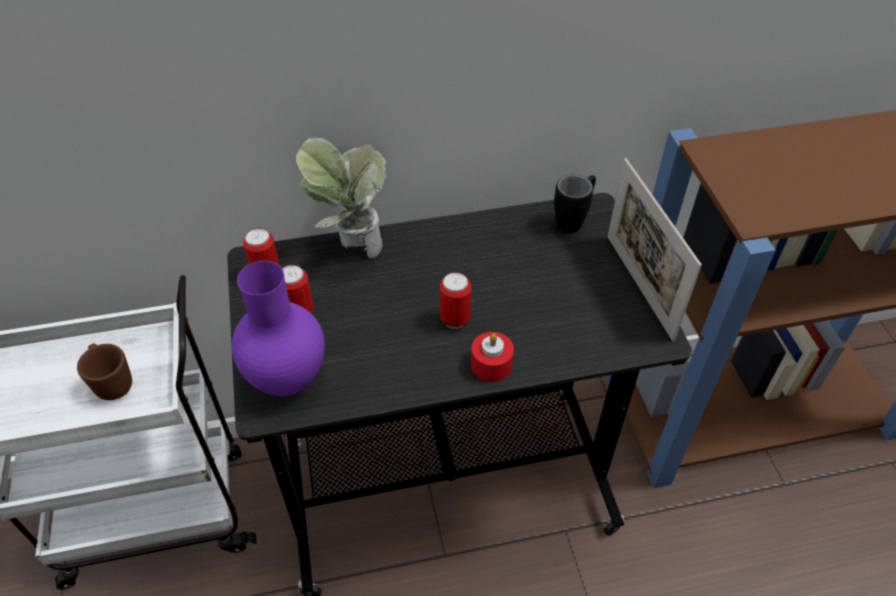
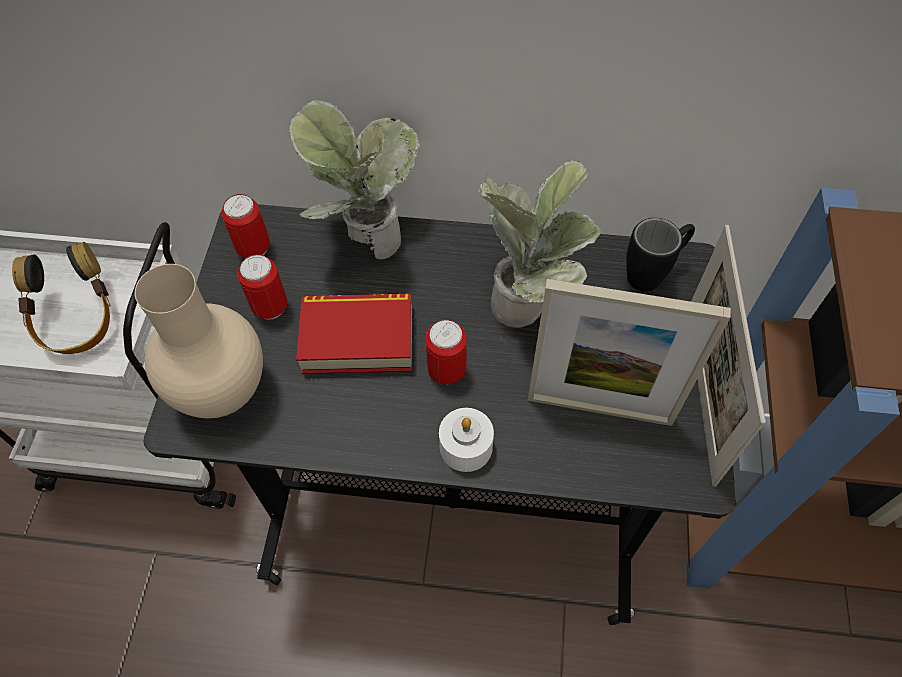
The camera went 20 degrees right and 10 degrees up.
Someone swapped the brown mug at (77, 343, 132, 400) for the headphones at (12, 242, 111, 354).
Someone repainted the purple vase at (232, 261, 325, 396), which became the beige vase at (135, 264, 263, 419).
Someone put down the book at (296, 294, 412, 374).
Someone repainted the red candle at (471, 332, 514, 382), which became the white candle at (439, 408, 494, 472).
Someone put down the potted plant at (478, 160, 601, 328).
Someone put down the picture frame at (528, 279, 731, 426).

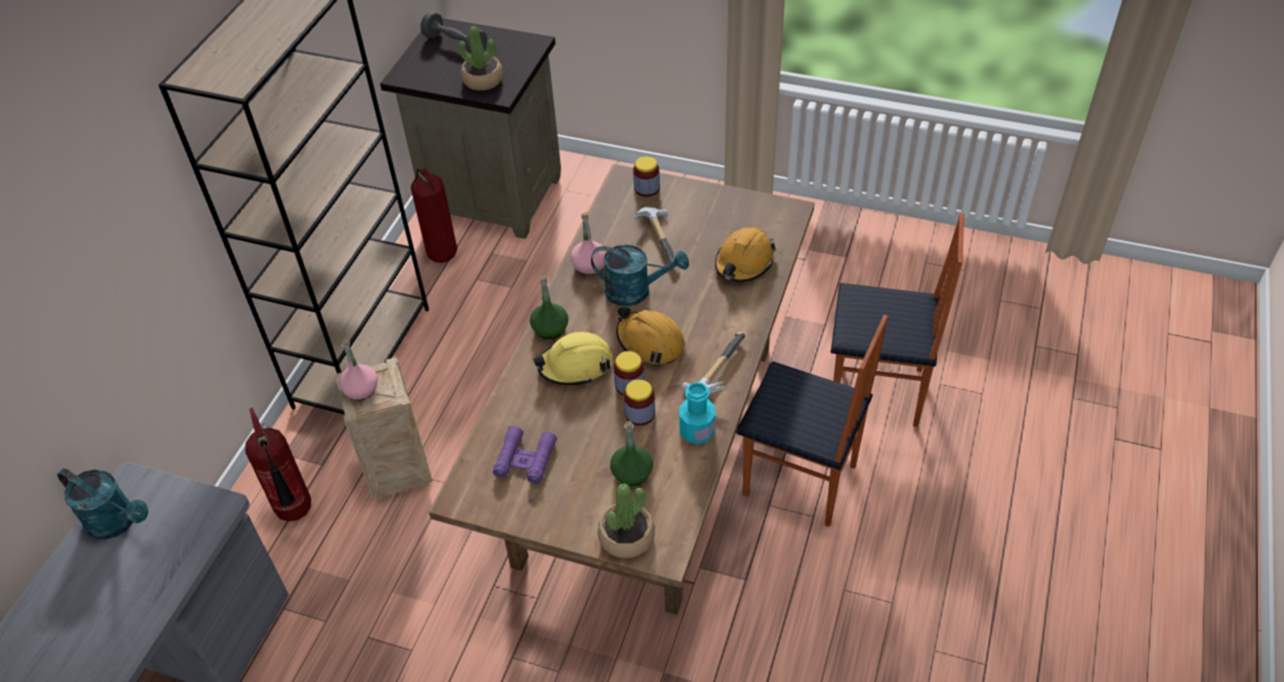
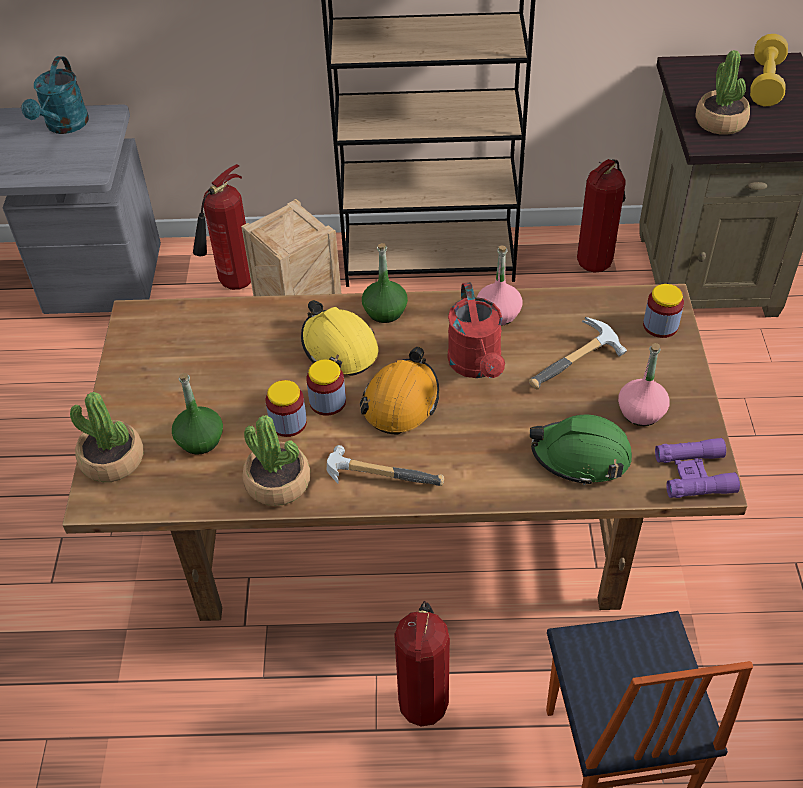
The camera went 70 degrees right and 0 degrees up.
Someone swapped the turquoise bottle at (679, 382, 716, 444) for the potted plant at (243, 415, 310, 506).
Someone swapped the chair at (736, 315, 888, 527) for the fire extinguisher at (394, 601, 450, 727).
Someone repainted the turquoise watering can at (591, 244, 689, 306), which became the red watering can at (448, 282, 505, 378).
Someone repainted the orange hard hat at (715, 227, 776, 282), which became the green hard hat at (530, 415, 632, 485).
Someone carried the pink bottle from (339, 339, 378, 401) to (618, 343, 670, 426).
Someone carried the purple binoculars from (493, 426, 557, 484) to (655, 438, 740, 498).
Someone repainted the grey dumbbell at (420, 11, 487, 54), which became the yellow dumbbell at (750, 34, 788, 106).

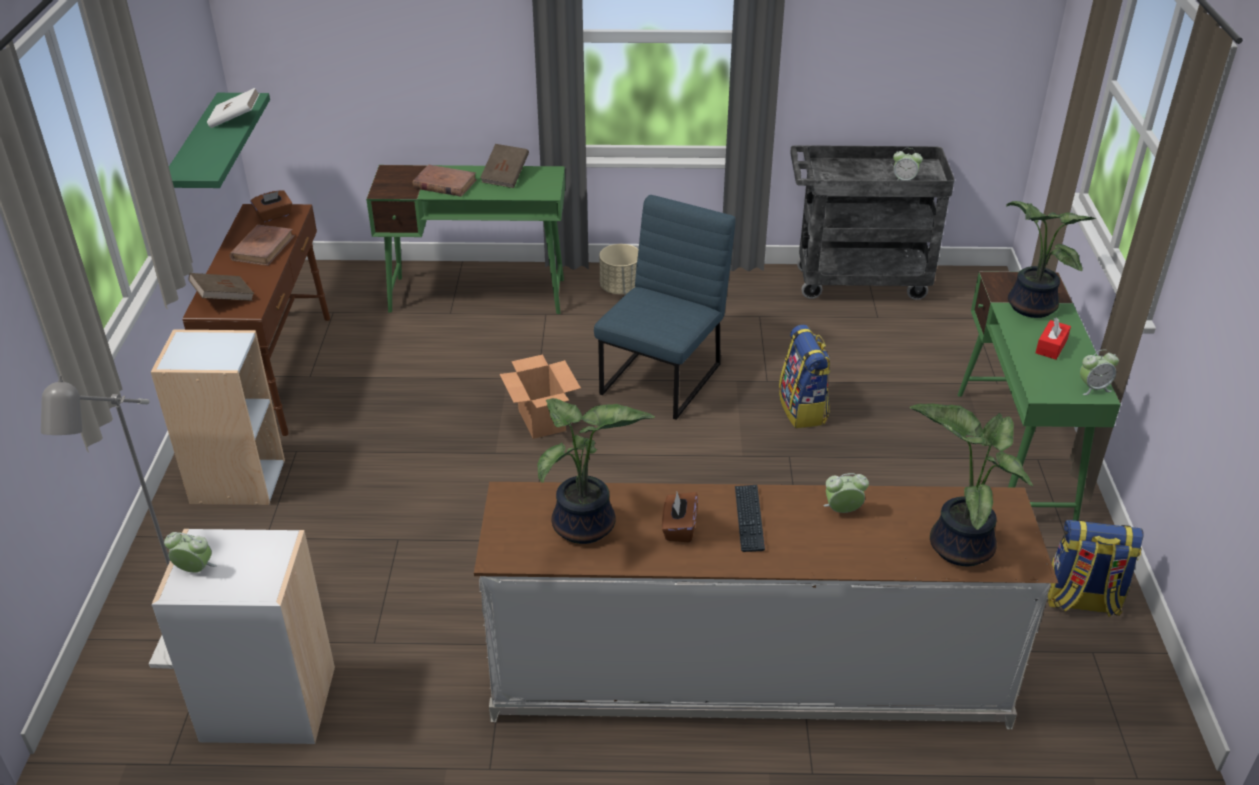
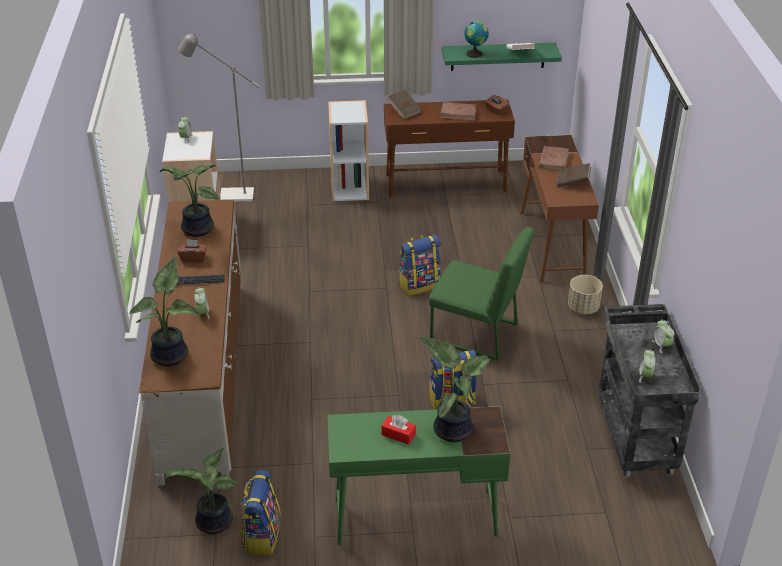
The camera went 85 degrees right and 0 degrees up.
Someone put down the potted plant at (165, 448, 238, 534).
Someone swapped the cardboard box at (499, 354, 581, 439) for the backpack at (399, 235, 441, 296).
Someone repainted the blue chair at (594, 195, 736, 420), which became the green chair at (429, 227, 534, 361).
Someone put down the globe at (464, 21, 489, 58).
Someone repainted the green desk at (366, 165, 565, 314), which became the brown desk at (521, 135, 599, 283).
Someone carried the alarm clock from (1080, 350, 1119, 395) to (652, 320, 675, 353).

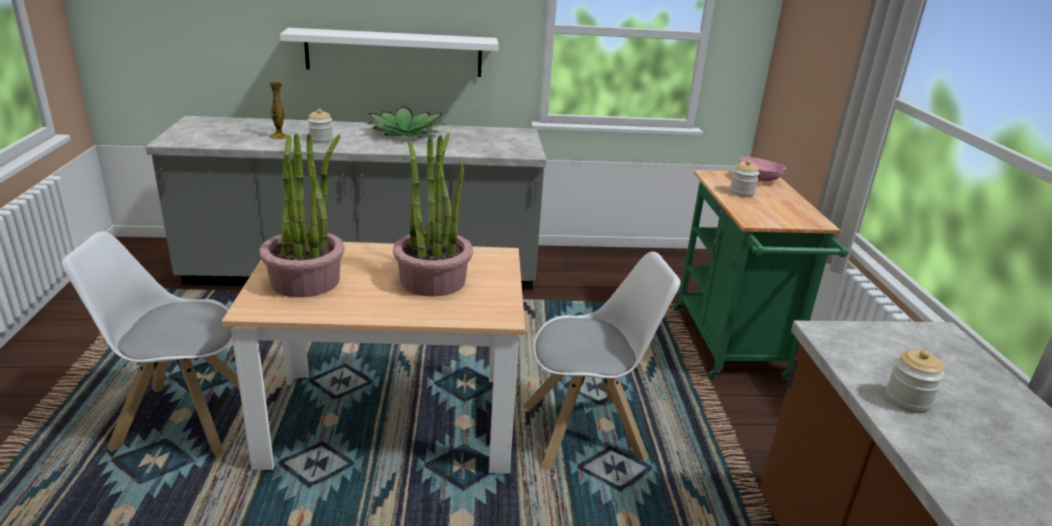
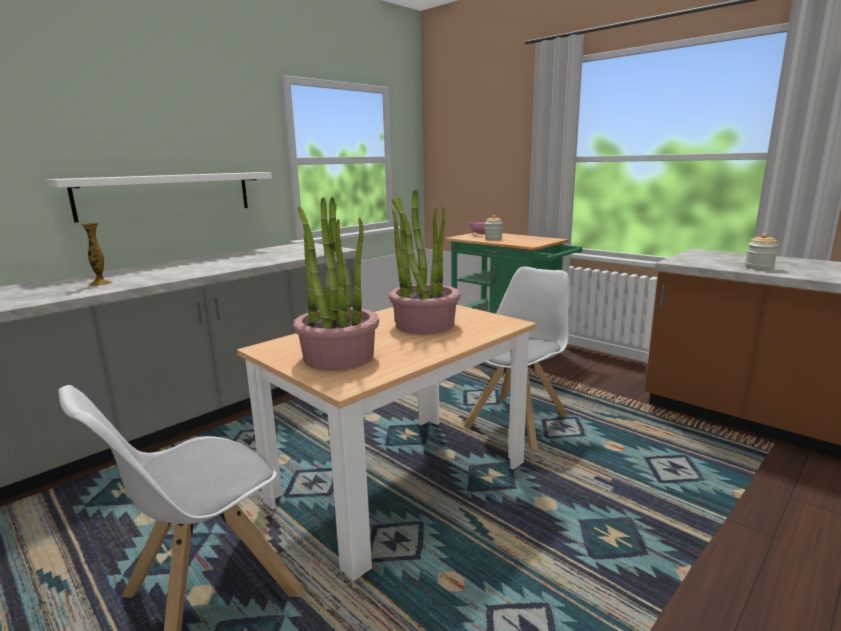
The camera went 40 degrees left and 10 degrees down.
Someone took away the jar at (308, 109, 333, 143).
Someone took away the potted plant at (367, 106, 445, 138).

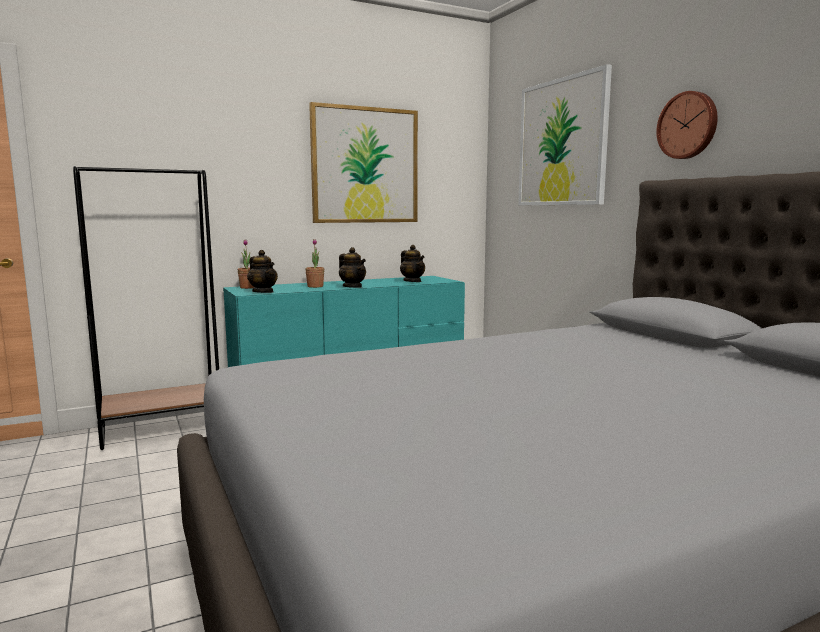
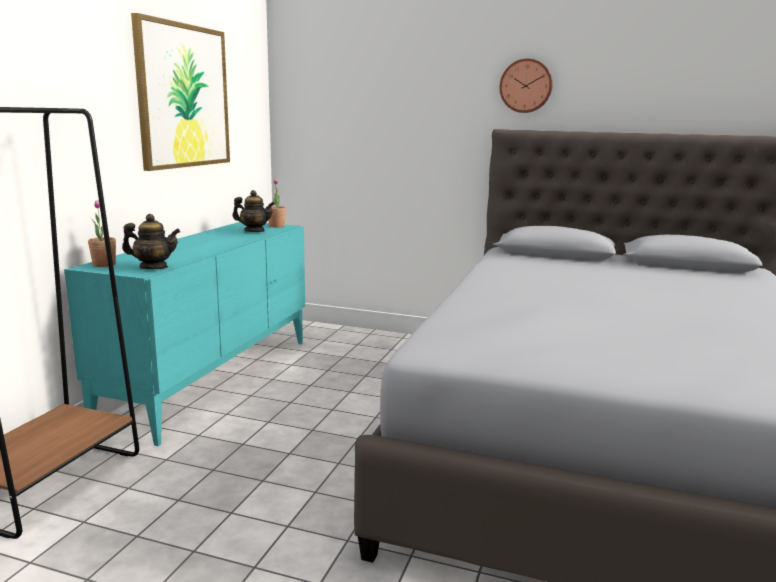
The camera went 45 degrees left and 5 degrees up.
Someone carried the potted plant from (305, 239, 324, 288) to (268, 179, 286, 227).
Someone took away the teapot at (339, 247, 366, 288).
Someone took away the picture at (518, 64, 612, 205).

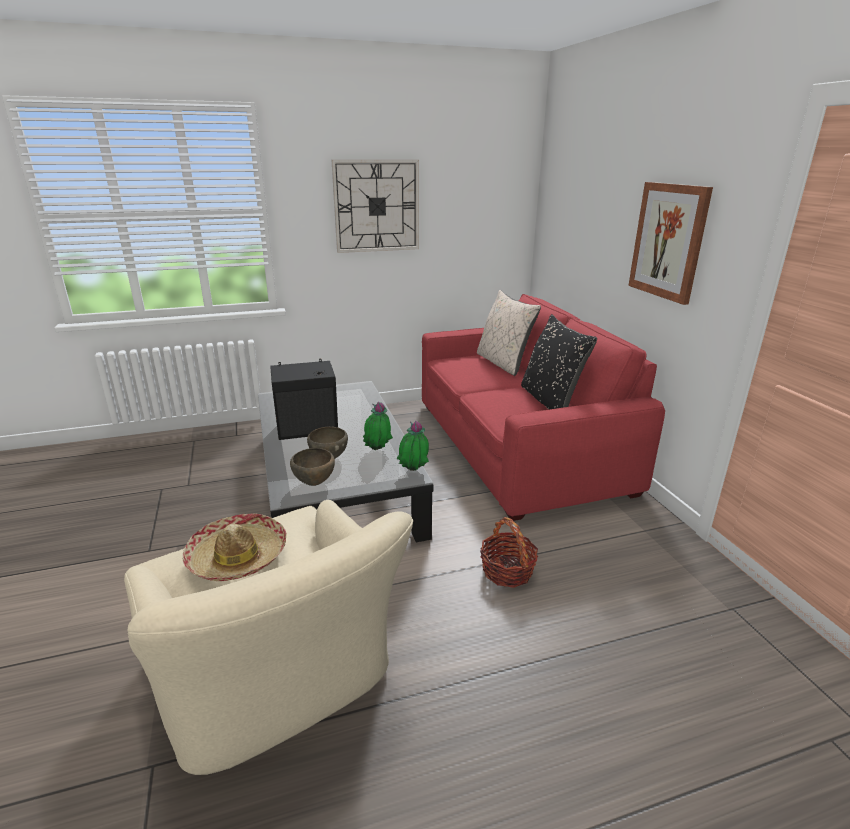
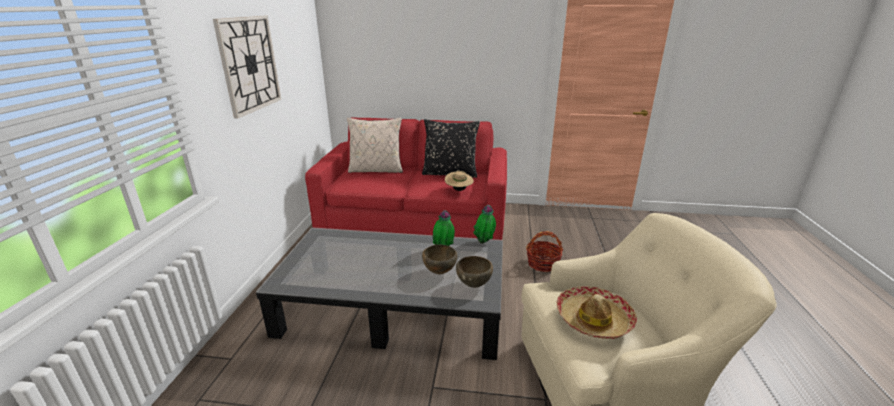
The camera went 65 degrees left and 0 degrees up.
Someone put down the beige hat at (445, 171, 474, 191).
Someone took away the black speaker at (270, 359, 338, 440).
Someone took away the picture at (628, 182, 713, 305).

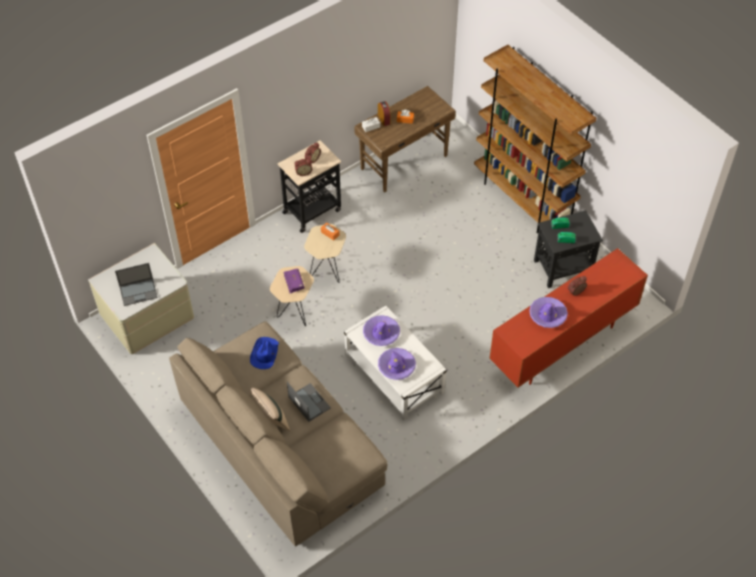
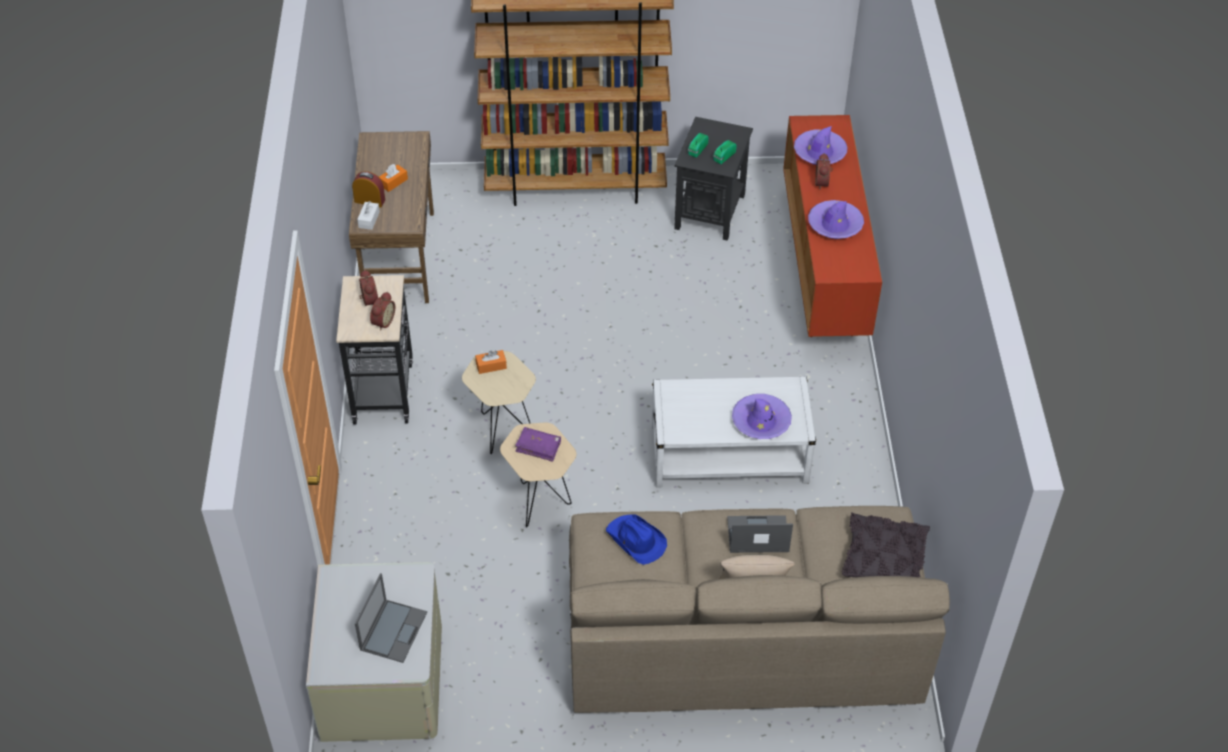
The camera went 55 degrees left and 5 degrees down.
Someone carried the purple hat from (363, 315, 400, 346) to (794, 126, 848, 165).
Someone put down the black pillow at (842, 512, 930, 577).

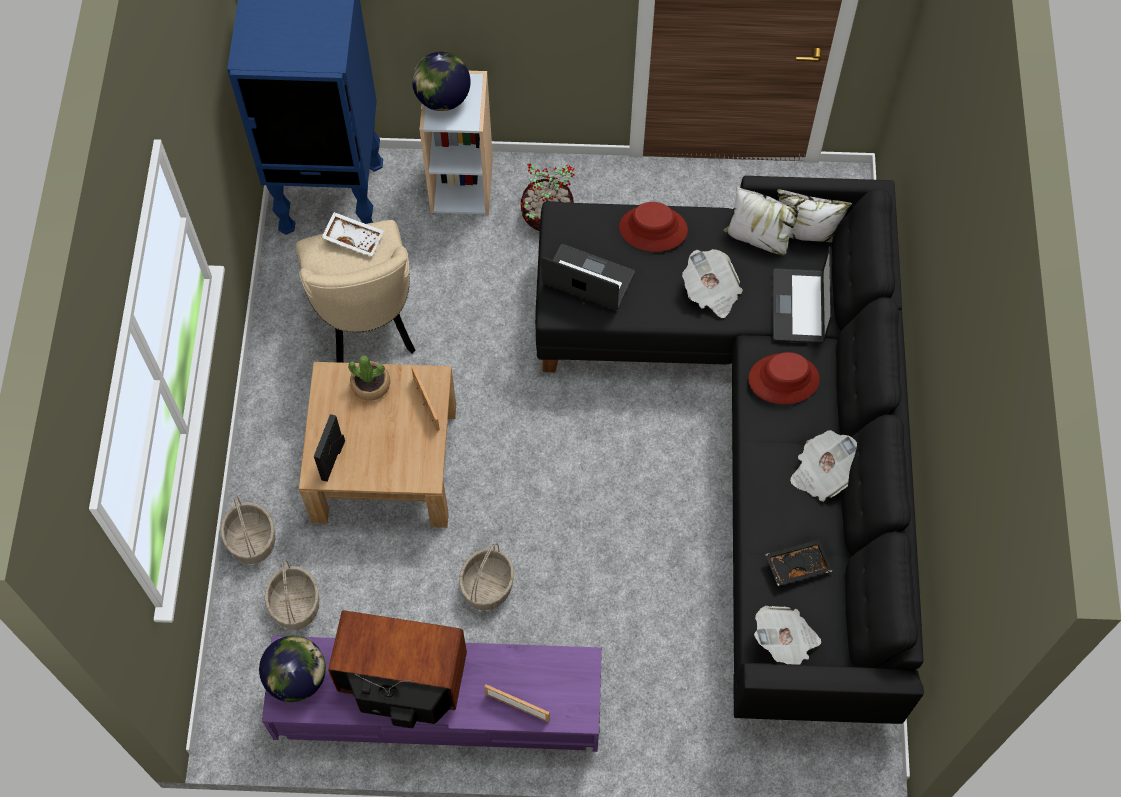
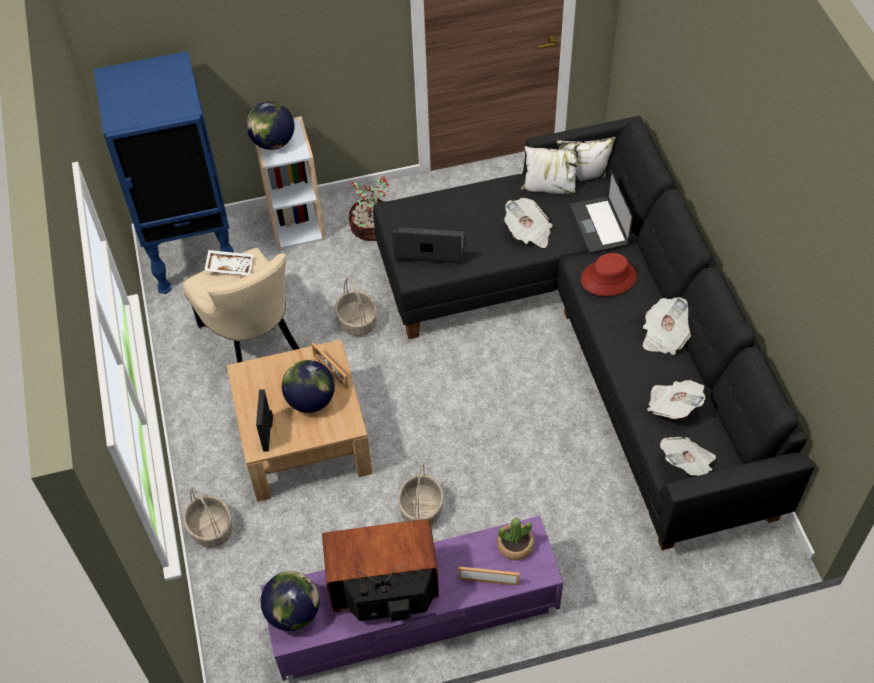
The camera went 15 degrees left and 10 degrees down.
Someone put down the globe at (282, 360, 335, 413).
Someone carried the basket from (265, 560, 319, 630) to (335, 278, 377, 336).
Someone carried the potted plant from (348, 355, 390, 401) to (497, 518, 534, 560).
Someone swapped the black tray at (765, 540, 832, 586) for the newspaper at (647, 380, 705, 419).
Someone took away the red hat at (619, 202, 688, 252).

